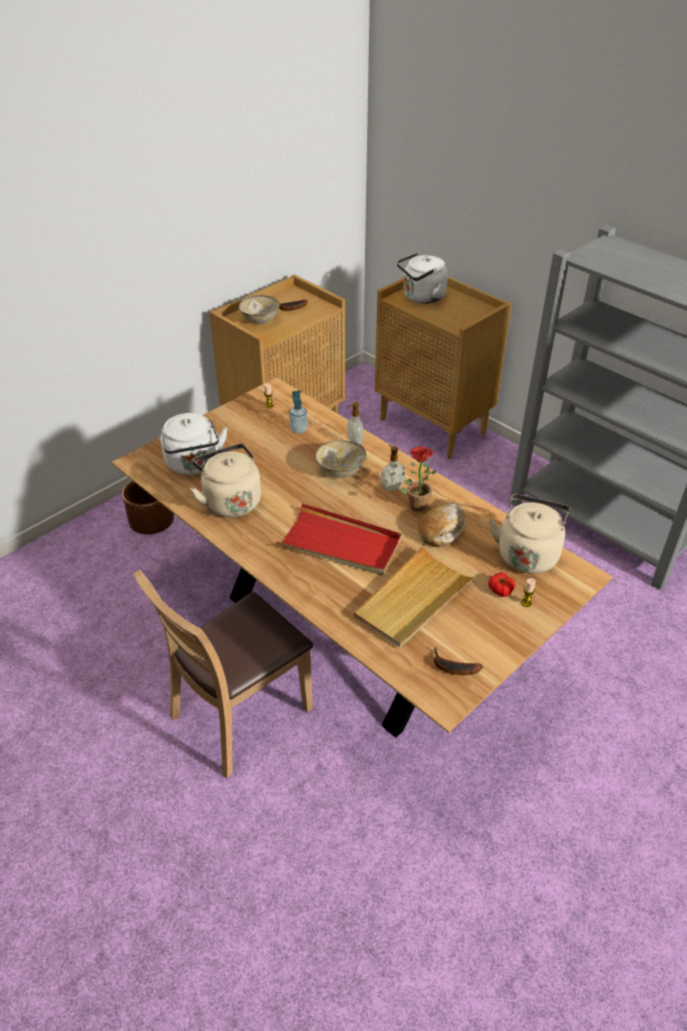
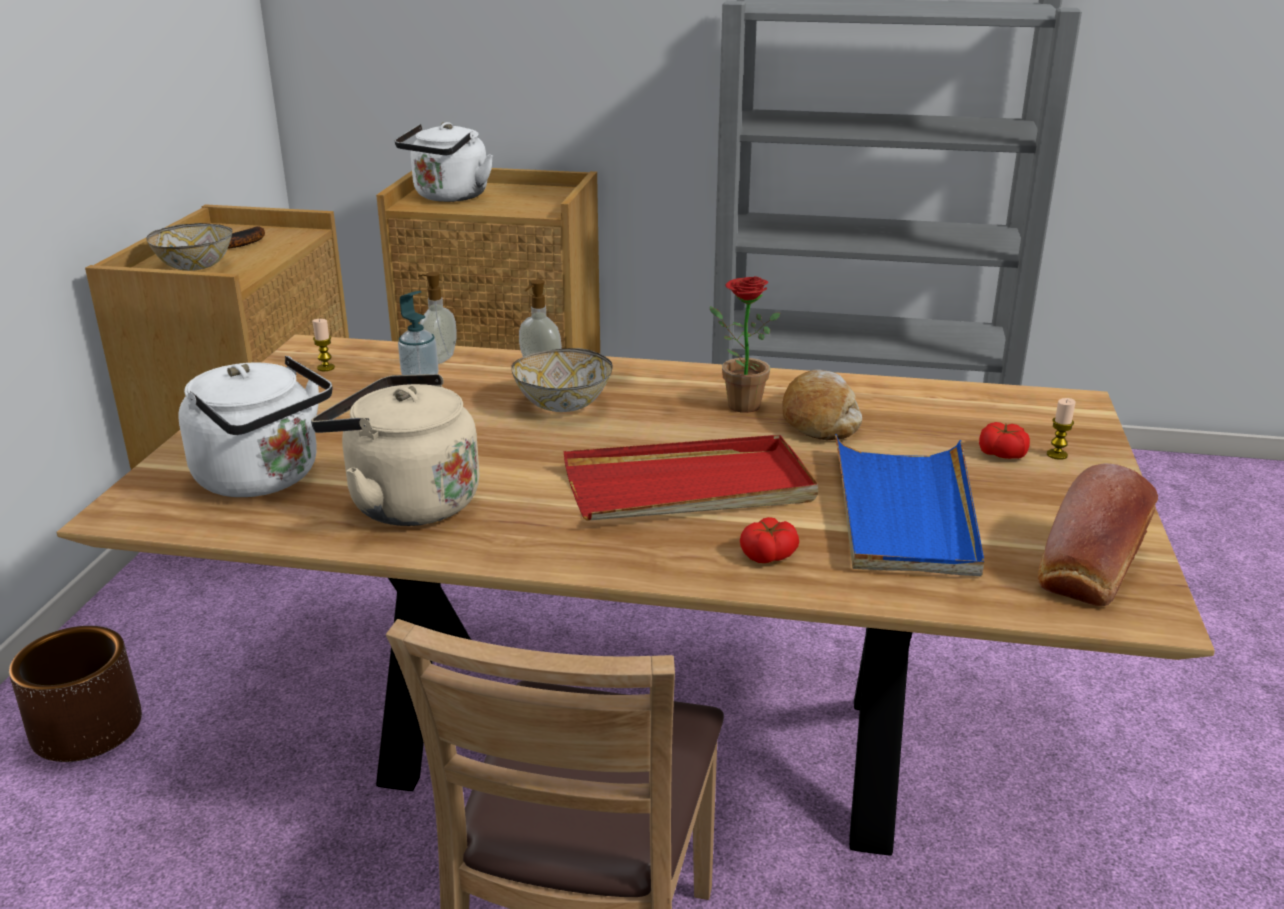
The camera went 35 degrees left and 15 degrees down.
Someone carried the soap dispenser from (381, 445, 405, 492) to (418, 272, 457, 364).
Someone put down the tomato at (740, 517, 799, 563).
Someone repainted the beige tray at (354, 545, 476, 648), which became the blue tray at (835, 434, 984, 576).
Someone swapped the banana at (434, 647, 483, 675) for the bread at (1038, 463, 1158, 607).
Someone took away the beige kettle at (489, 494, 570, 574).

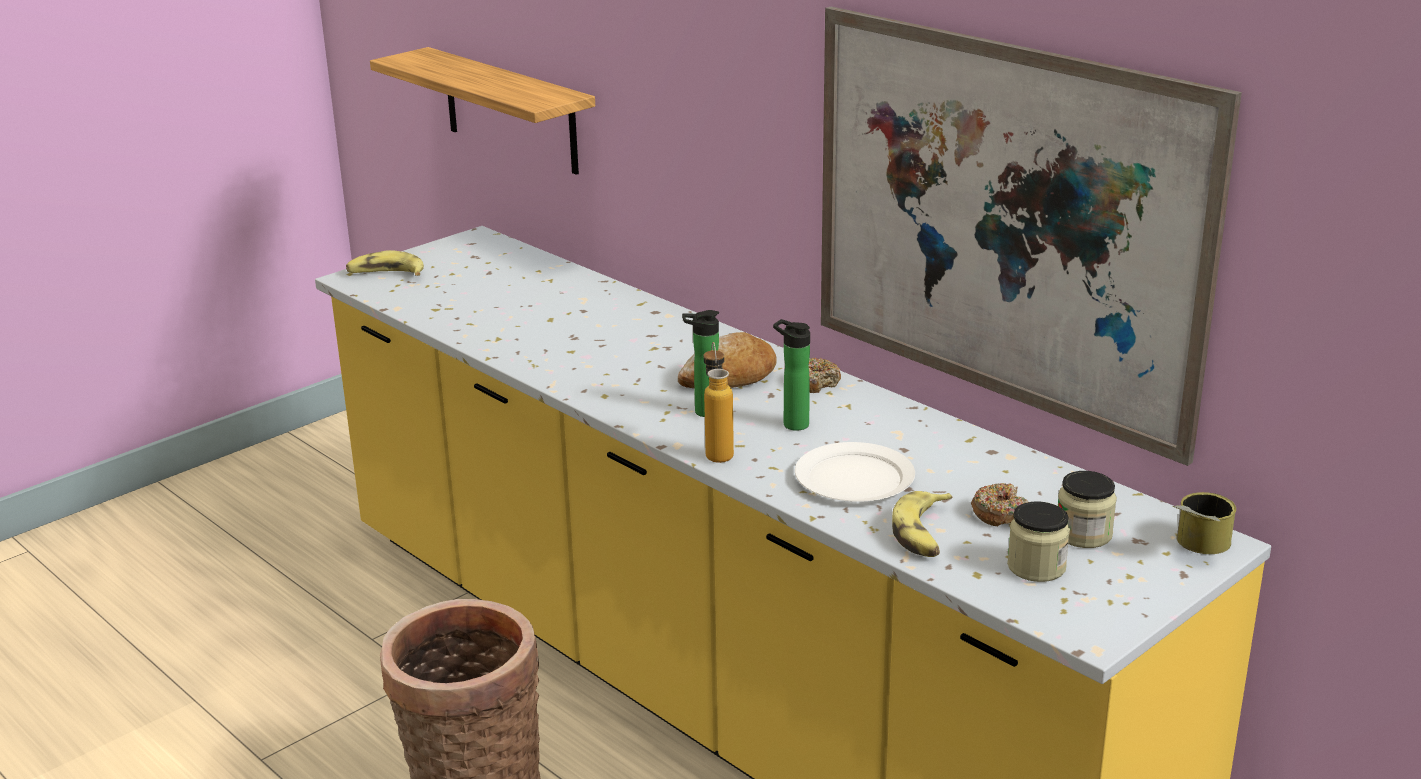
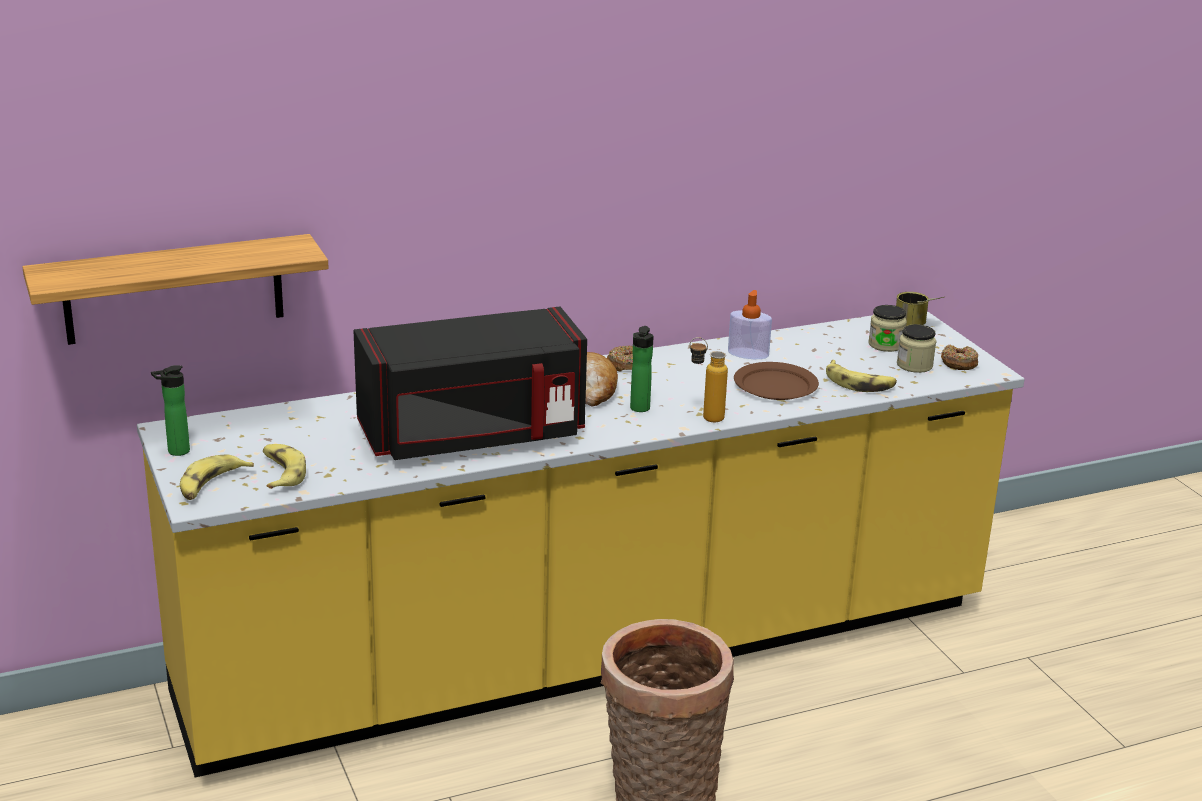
The camera went 70 degrees left and 0 degrees up.
Someone carried the bottle from (773, 319, 810, 431) to (151, 365, 190, 456).
Someone put down the banana at (263, 444, 306, 489).
Someone put down the black microwave at (353, 307, 587, 460).
Someone put down the soap dispenser at (728, 290, 772, 359).
Someone repainted the white plate at (795, 442, 915, 502), which became the brown plate at (734, 362, 819, 400).
Someone carried the donut from (971, 483, 1028, 526) to (941, 344, 979, 370).
Someone took away the picture at (821, 7, 1242, 466).

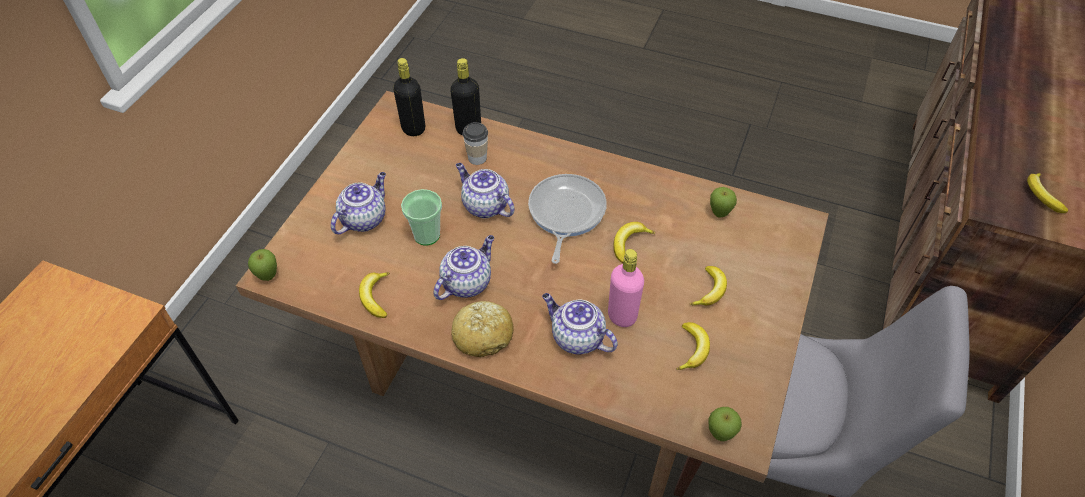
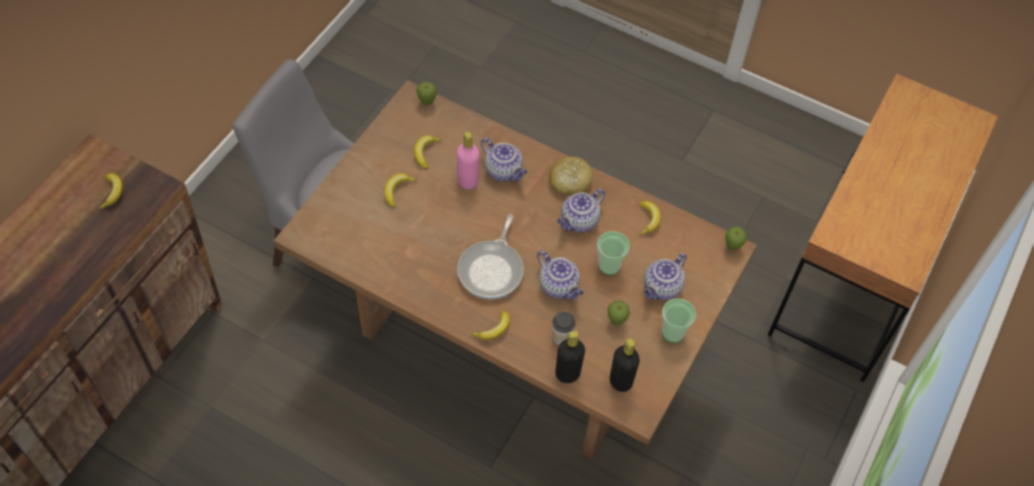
The camera went 175 degrees left and 5 degrees up.
Someone carried the banana from (614, 222, 655, 263) to (470, 311, 510, 340).
Someone carried the apple from (710, 187, 737, 218) to (608, 301, 630, 325).
Someone put down the cup at (662, 298, 696, 343).

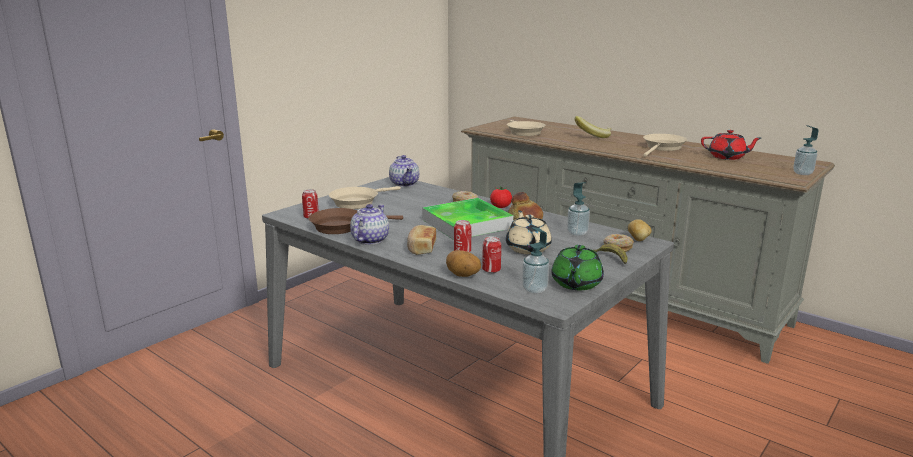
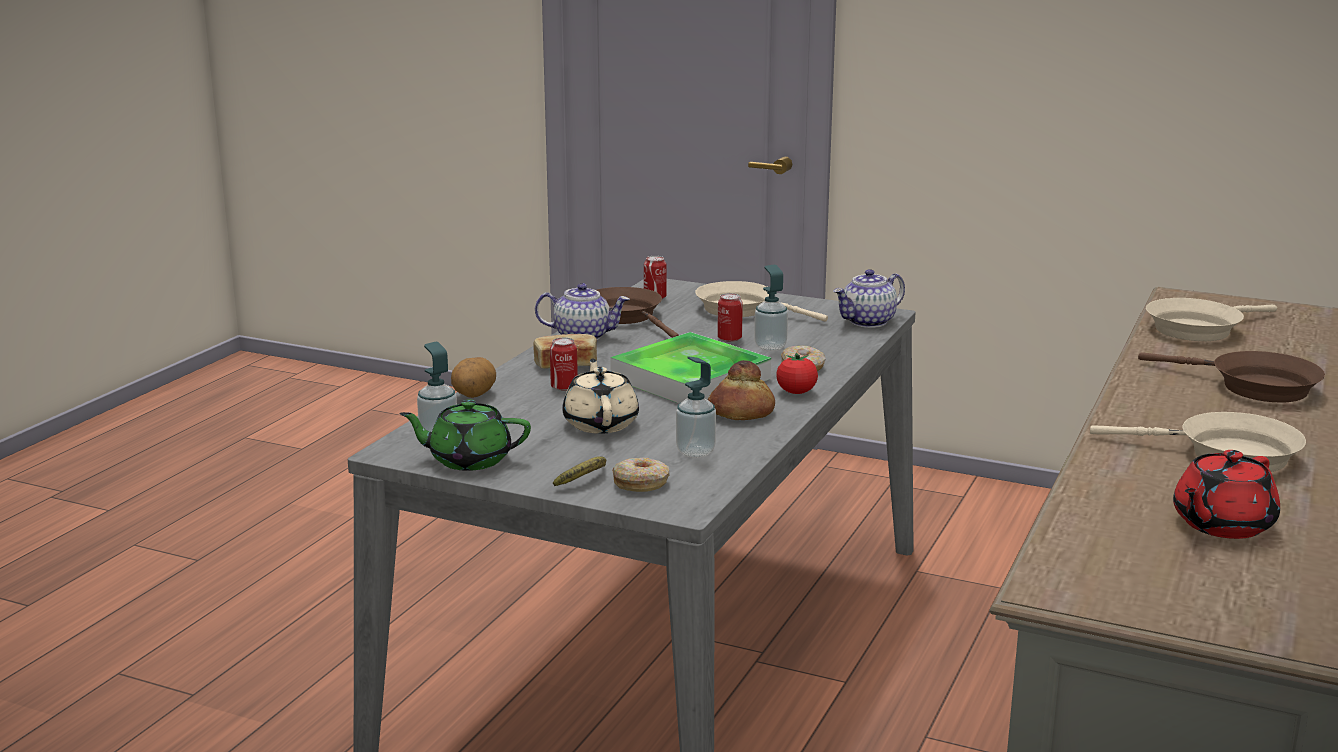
The camera went 75 degrees right and 0 degrees up.
Someone rotated the beige teapot at (506, 210, 552, 255) by 75 degrees counterclockwise.
Someone carried the can from (482, 236, 501, 273) to (717, 293, 743, 342).
Someone carried the soap dispenser from (793, 125, 819, 175) to (754, 265, 788, 351).
Someone swapped the banana at (575, 116, 611, 138) for the brown frying pan at (1138, 351, 1325, 402).
Someone rotated the red teapot at (701, 130, 761, 160) by 45 degrees clockwise.
Someone took away the potato at (628, 219, 651, 241).

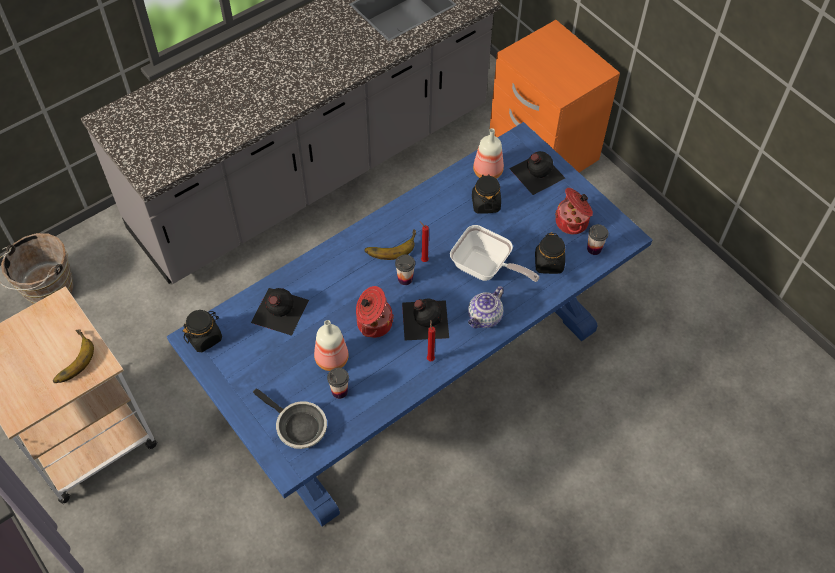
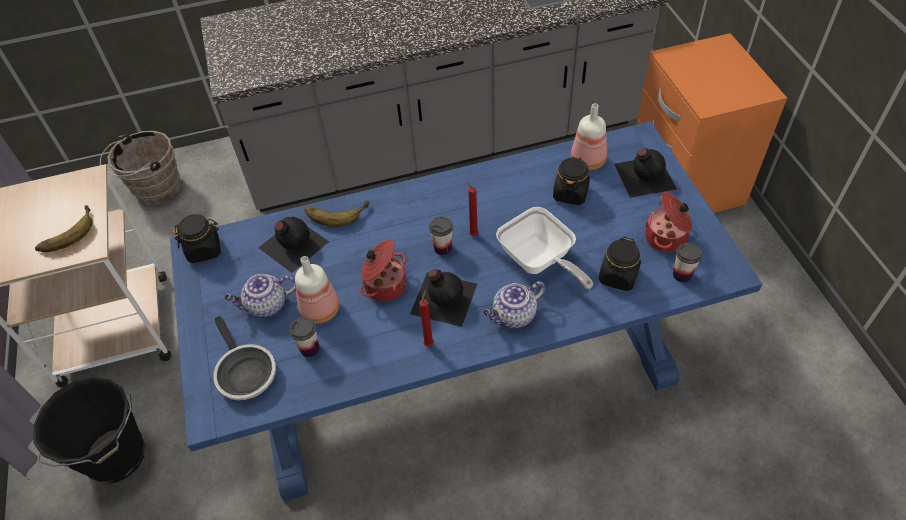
The camera went 25 degrees right and 5 degrees down.
Someone put down the black bucket at (33, 377, 146, 483).
Someone put down the teapot at (224, 274, 296, 317).
Someone carried the banana from (364, 229, 416, 260) to (305, 201, 369, 227).

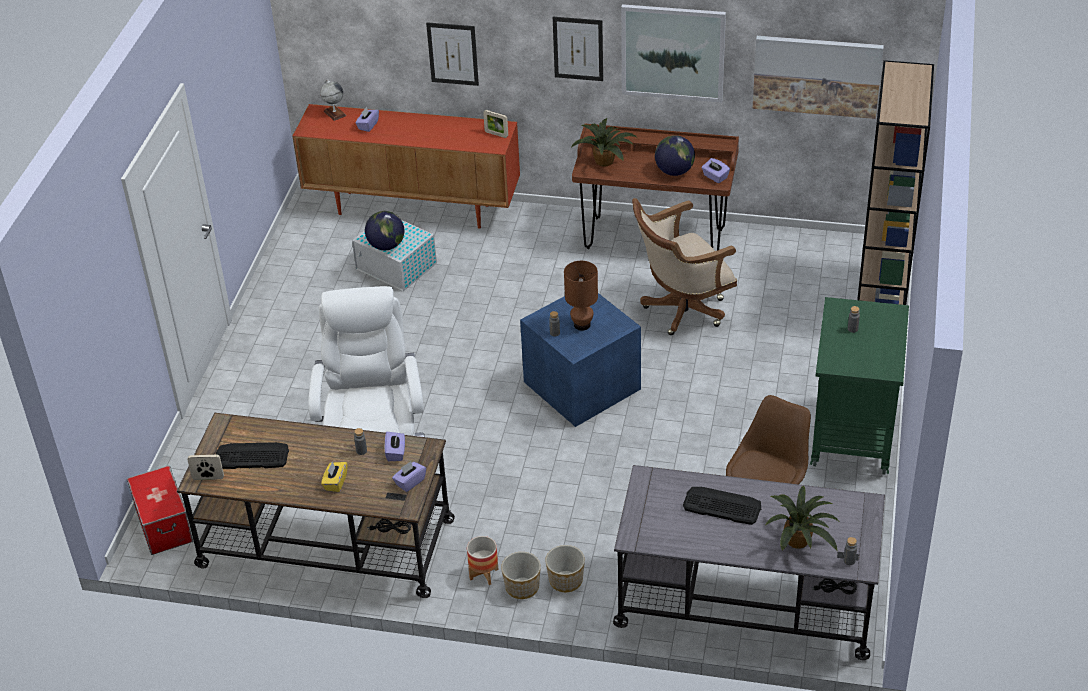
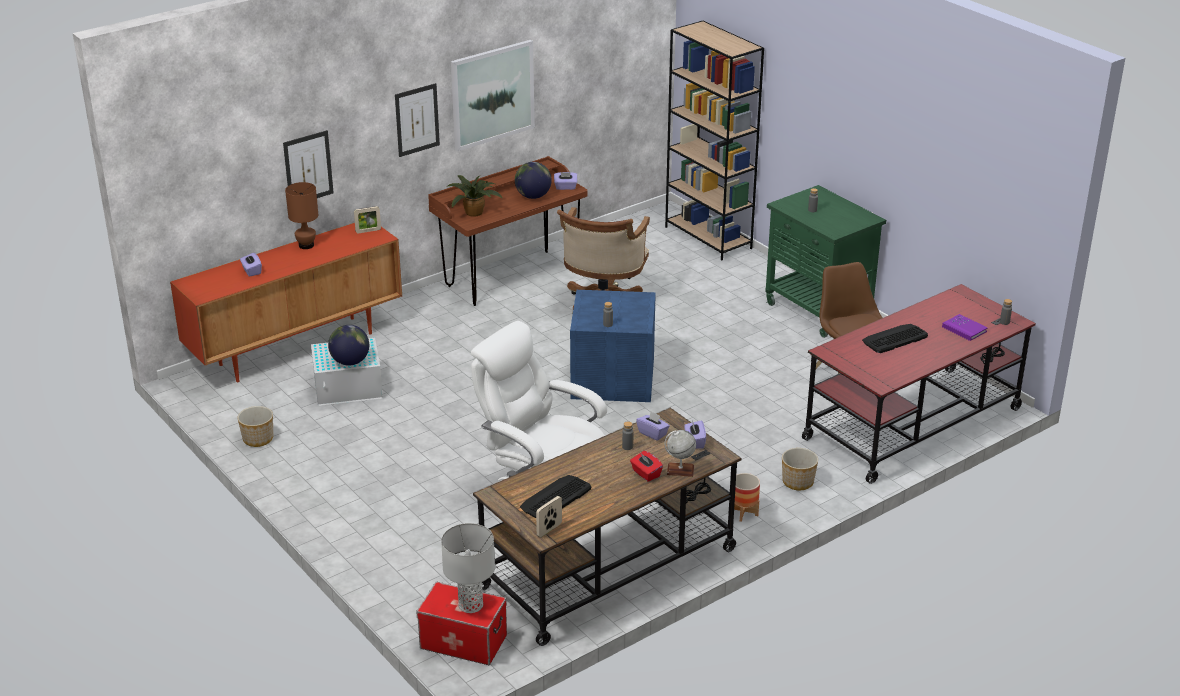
The camera went 50 degrees left and 10 degrees down.
Someone carried the planter from (501, 552, 541, 599) to (237, 406, 273, 447).
Someone carried the brown table lamp from (564, 261, 598, 331) to (285, 182, 318, 249).
Someone put down the white table lamp at (441, 523, 495, 613).
Someone repainted the yellow tissue box at (321, 461, 347, 492), which became the red tissue box at (630, 451, 663, 482).
Someone carried the globe from (320, 79, 346, 121) to (664, 430, 696, 477).
Someone repainted the grey desk at (613, 465, 885, 660), which became the red desk at (802, 284, 1036, 484).
Someone swapped the potted plant at (766, 486, 839, 551) for the purple book at (942, 314, 988, 341).
Someone took away the picture at (753, 36, 884, 119).

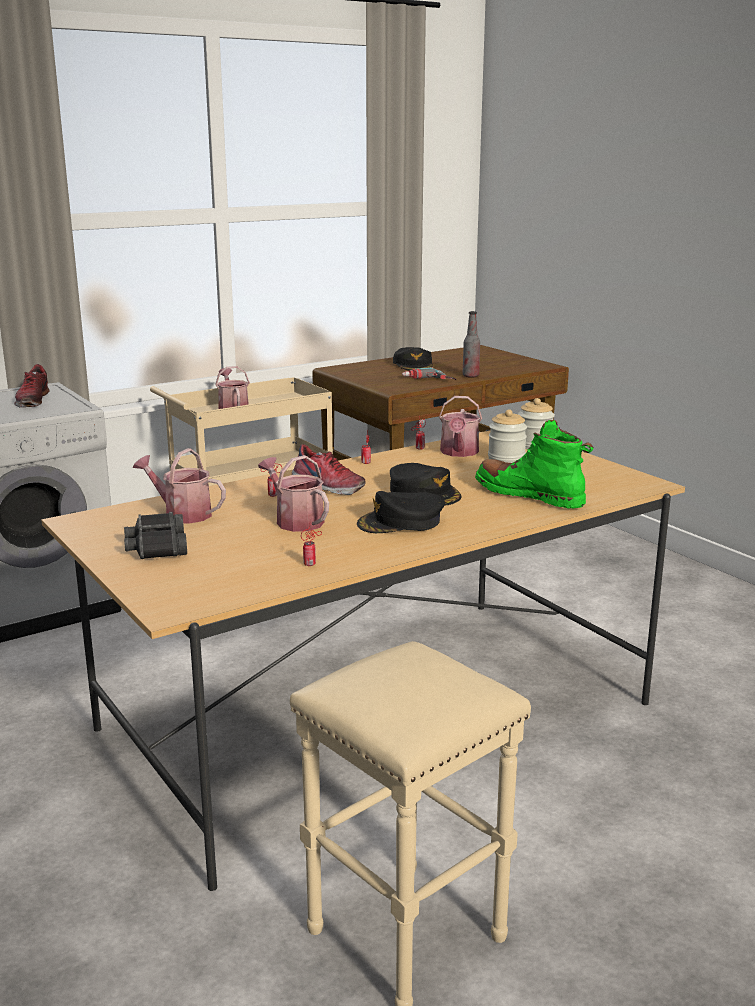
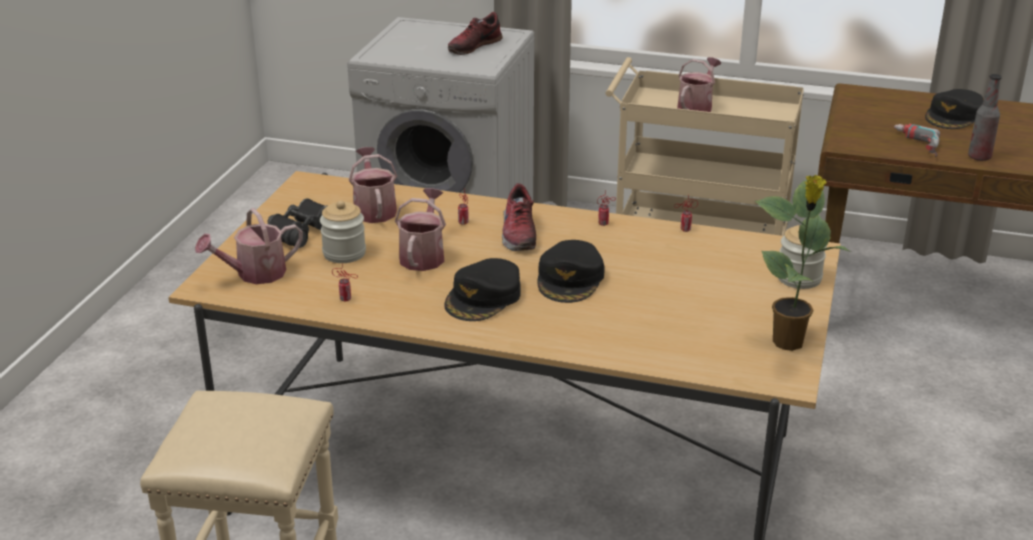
The camera went 50 degrees right and 10 degrees up.
Someone carried the watering can from (439, 396, 482, 457) to (195, 208, 303, 284).
Someone carried the jar from (488, 409, 527, 463) to (320, 200, 366, 263).
Someone rotated the black cap at (357, 491, 445, 533) by 90 degrees counterclockwise.
Someone put down the potted plant at (755, 175, 851, 351).
Someone took away the green boot at (475, 420, 594, 509).

